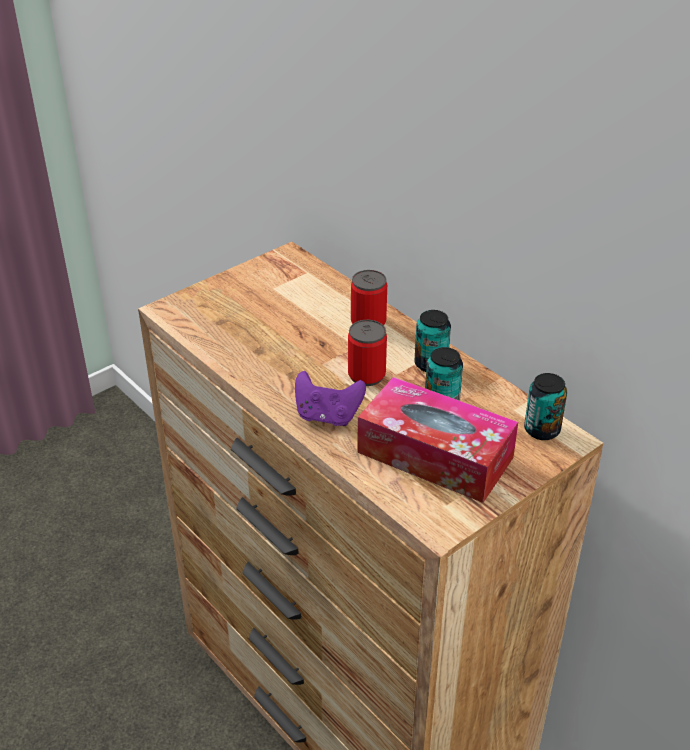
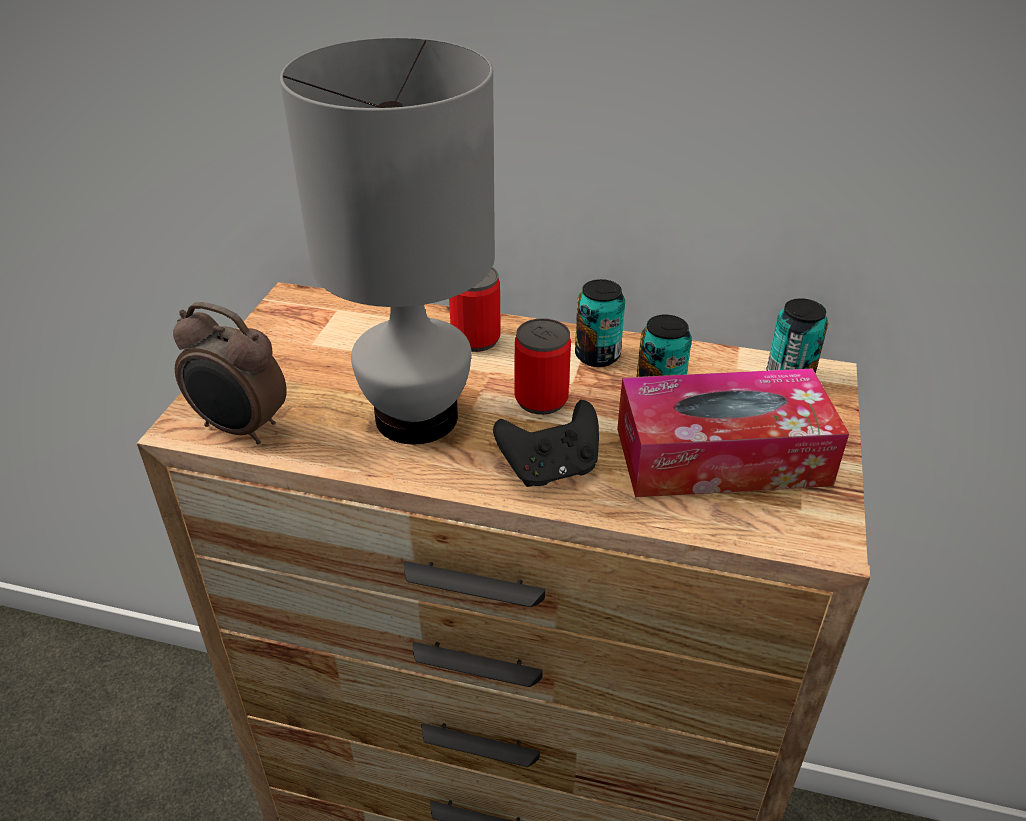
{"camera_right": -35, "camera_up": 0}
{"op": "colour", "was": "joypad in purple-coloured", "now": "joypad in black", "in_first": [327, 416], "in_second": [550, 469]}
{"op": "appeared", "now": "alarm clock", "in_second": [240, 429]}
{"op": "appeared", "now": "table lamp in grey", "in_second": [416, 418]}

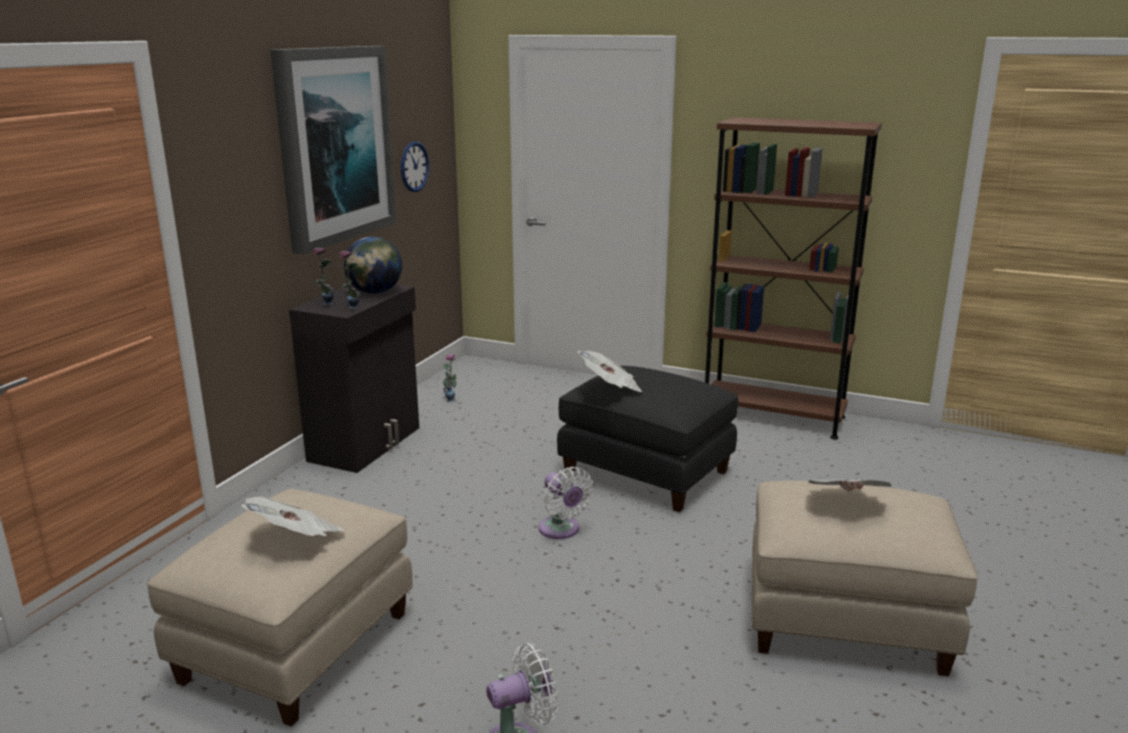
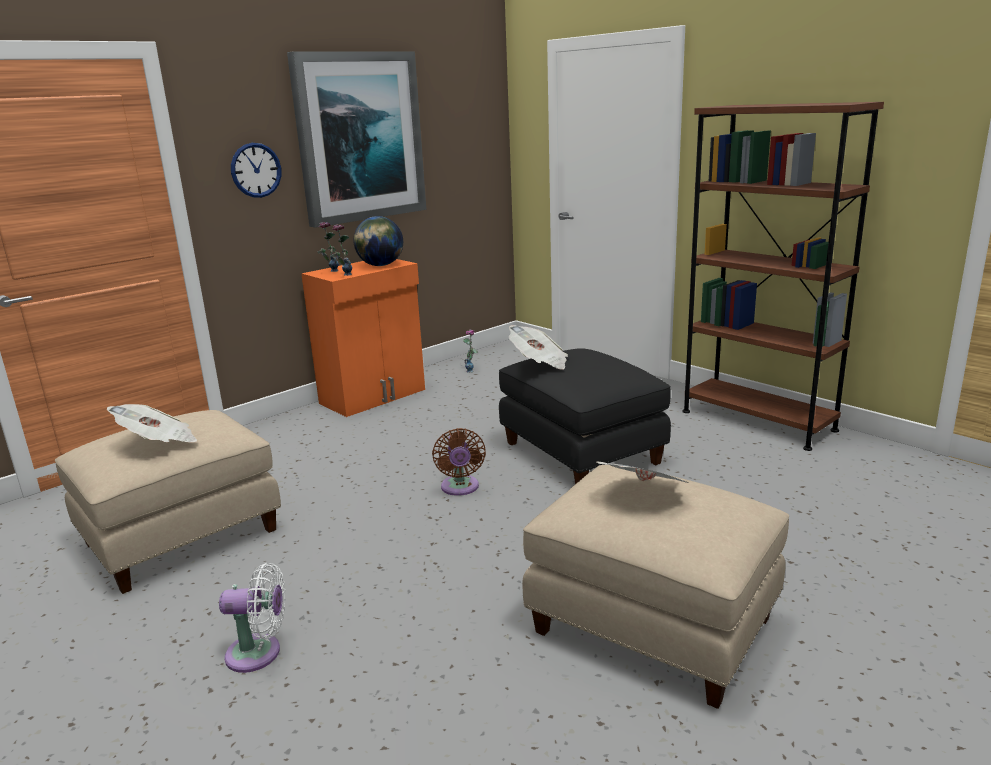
{"camera_right": 25, "camera_up": 0}
{"op": "colour", "was": "cupboard in black", "now": "cupboard in orange-coloured", "in_first": [367, 444], "in_second": [374, 396]}
{"op": "relocated", "was": "wall clock", "in_first": [414, 166], "in_second": [256, 170]}
{"op": "colour", "was": "electric fan in white", "now": "electric fan in brown", "in_first": [561, 530], "in_second": [460, 488]}

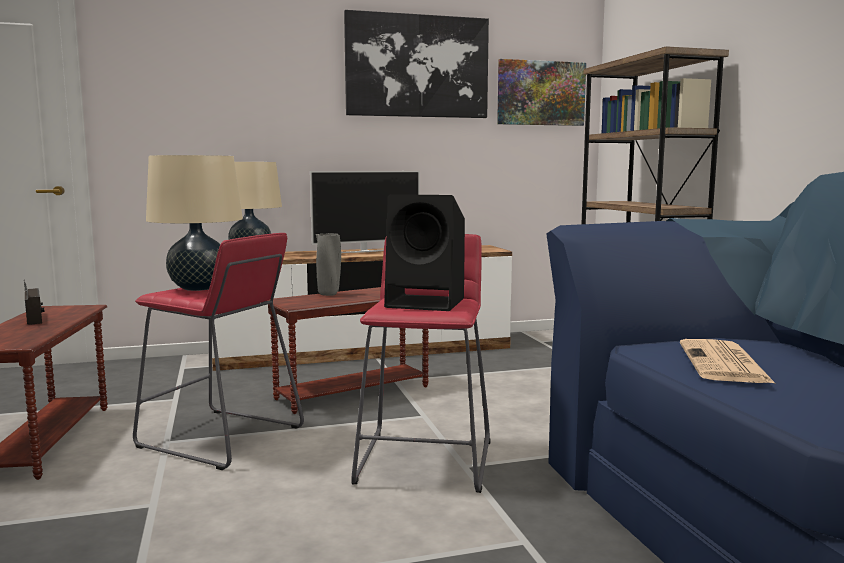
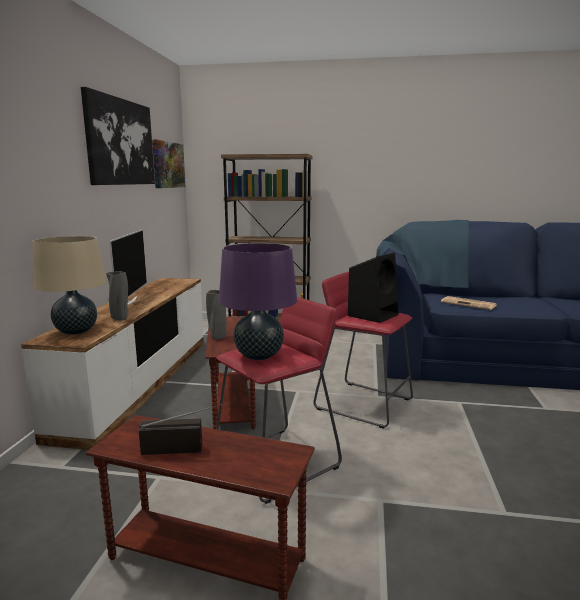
{"camera_right": -65, "camera_up": 5}
{"op": "colour", "was": "table lamp in sand-coloured", "now": "table lamp in purple-coloured", "in_first": [199, 288], "in_second": [259, 356]}
{"op": "appeared", "now": "flower vase in grey", "in_second": [120, 319]}

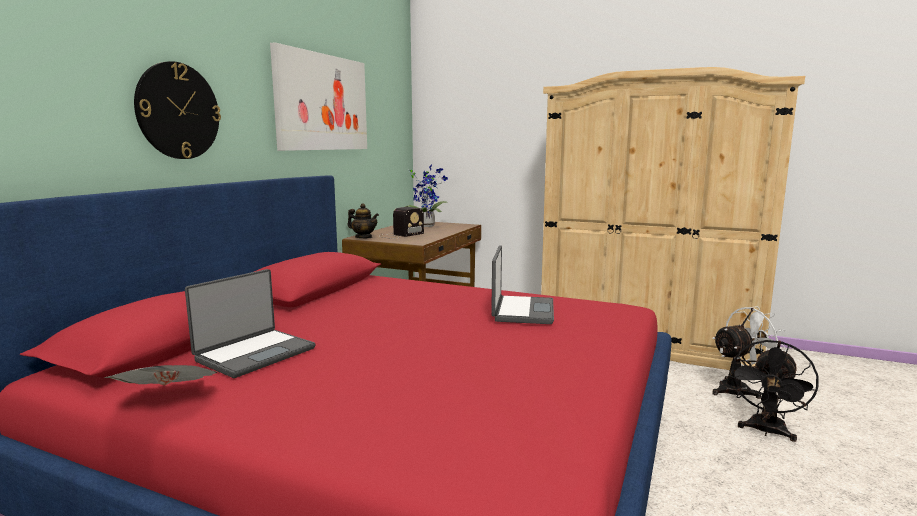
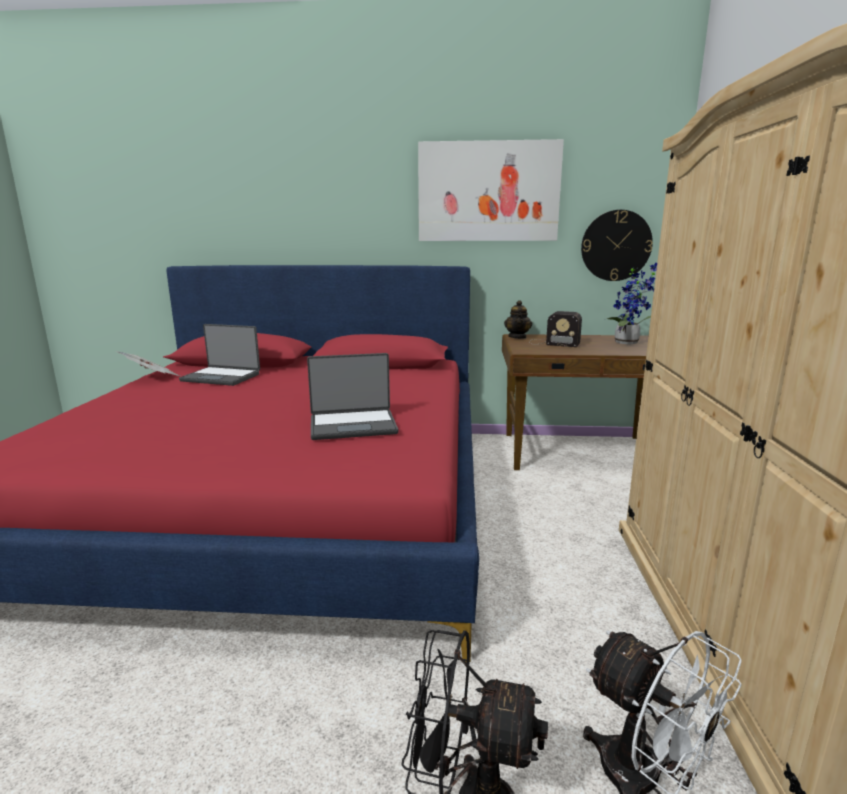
{"camera_right": 70, "camera_up": 5}
{"op": "relocated", "was": "wall clock", "in_first": [178, 111], "in_second": [616, 245]}

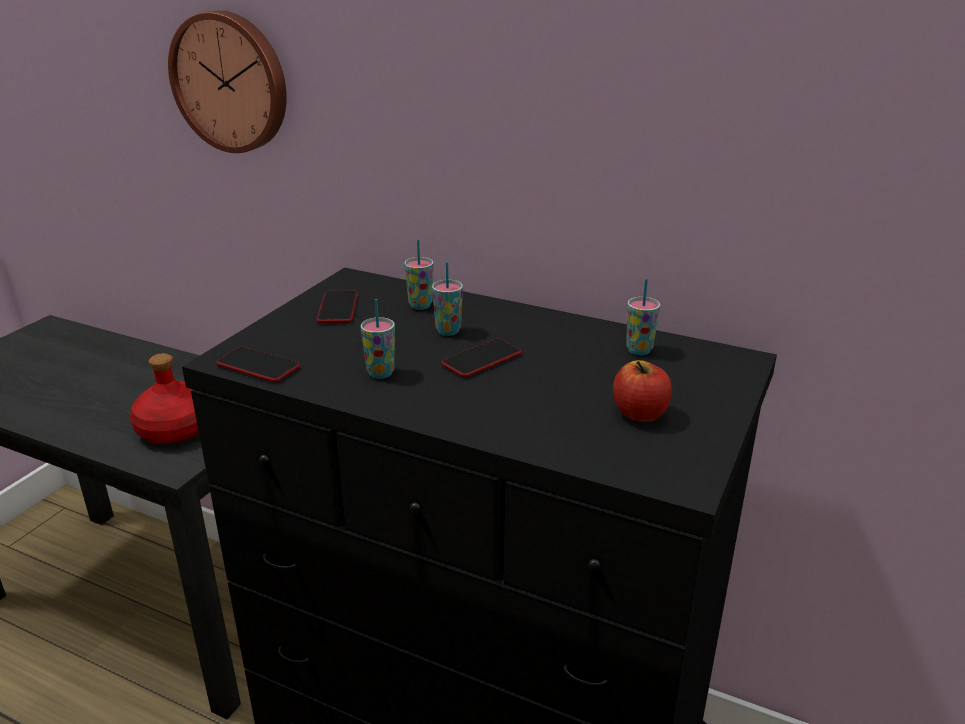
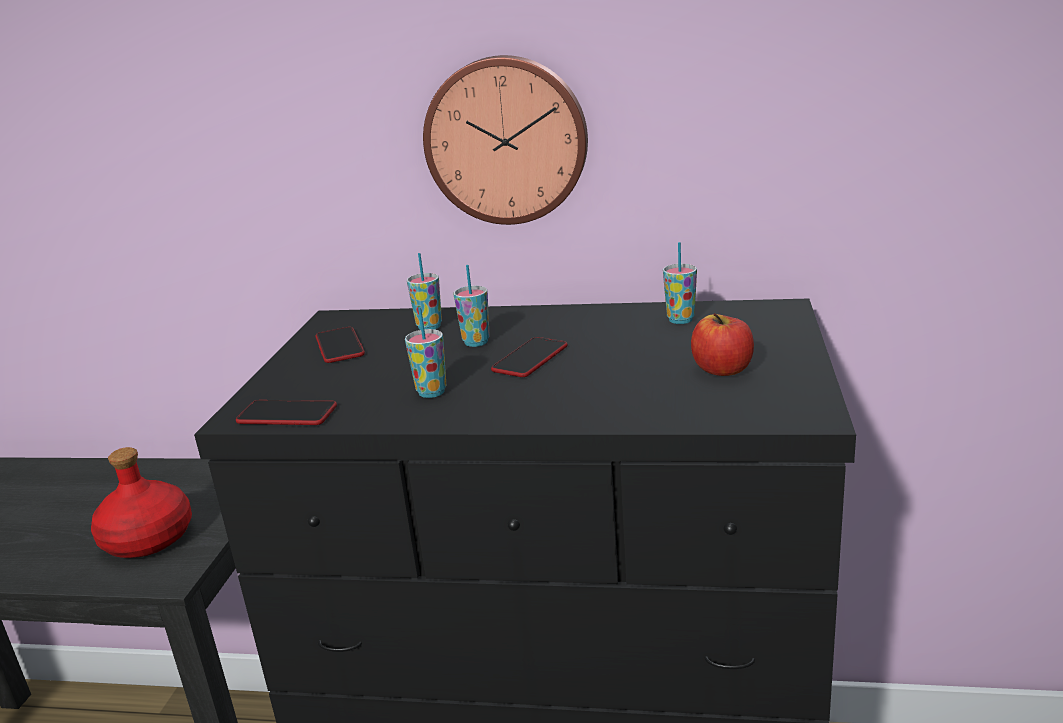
{"camera_right": -15, "camera_up": -5}
{"op": "relocated", "was": "wall clock", "in_first": [232, 82], "in_second": [507, 140]}

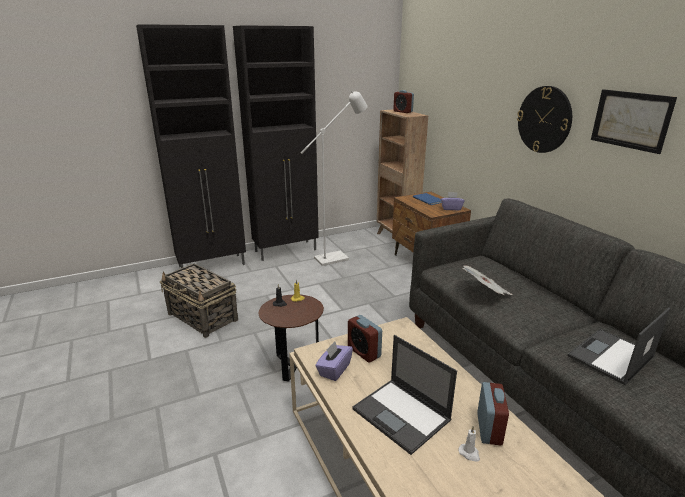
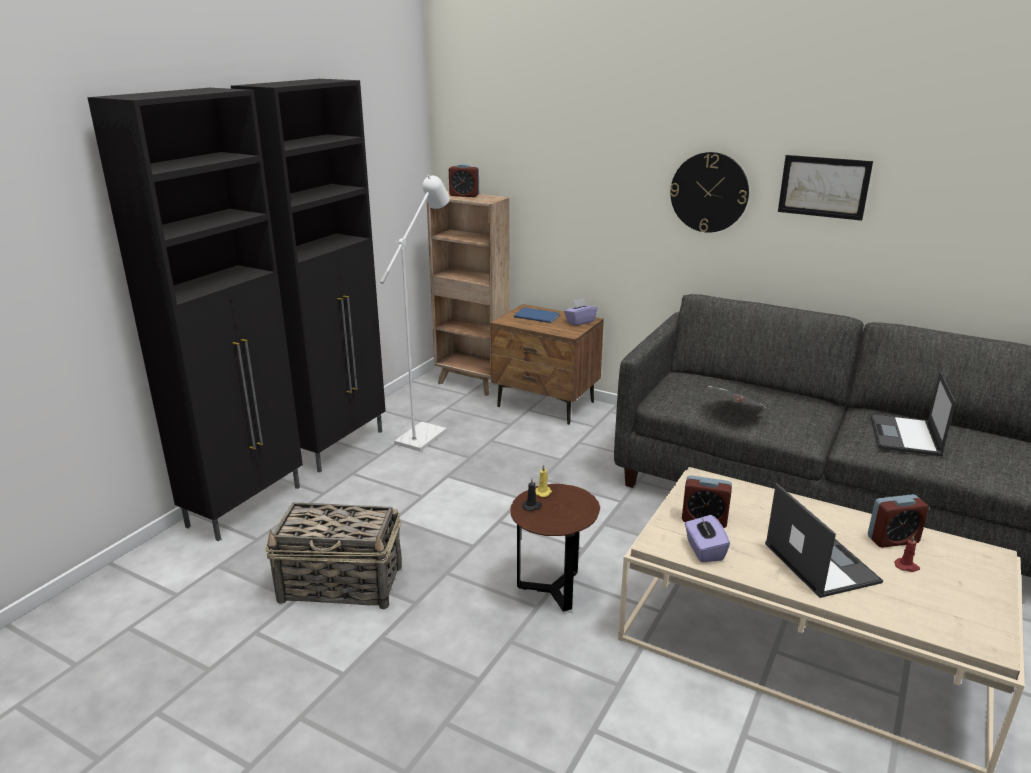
{"camera_right": -35, "camera_up": 0}
{"op": "spun", "was": "notebook computer", "in_first": [402, 415], "in_second": [819, 562], "clockwise": -120}
{"op": "colour", "was": "candle in white", "now": "candle in red-coloured", "in_first": [469, 453], "in_second": [906, 566]}
{"op": "spun", "was": "alarm clock", "in_first": [489, 429], "in_second": [893, 539], "clockwise": 105}

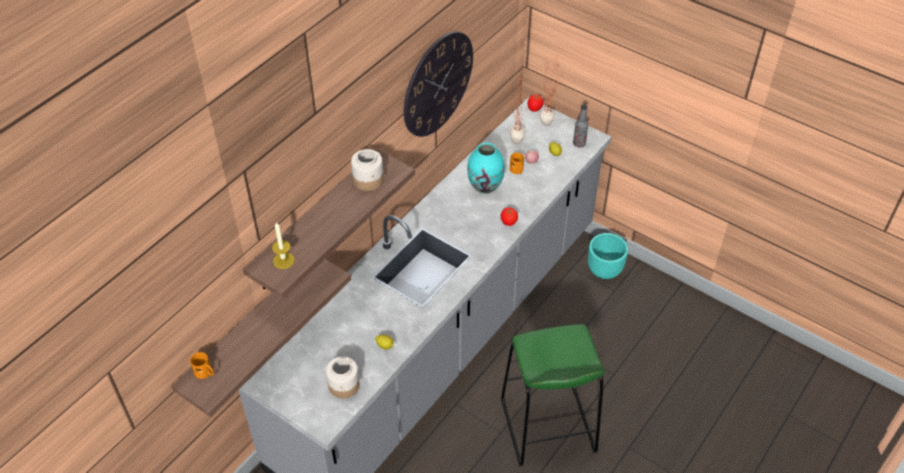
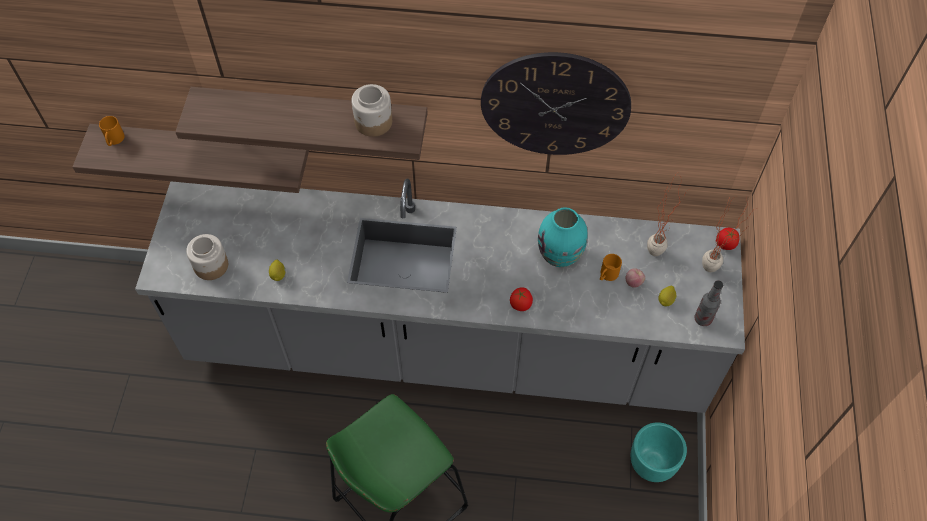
{"camera_right": 60, "camera_up": 10}
{"op": "missing", "was": "candle", "in_first": [283, 260]}

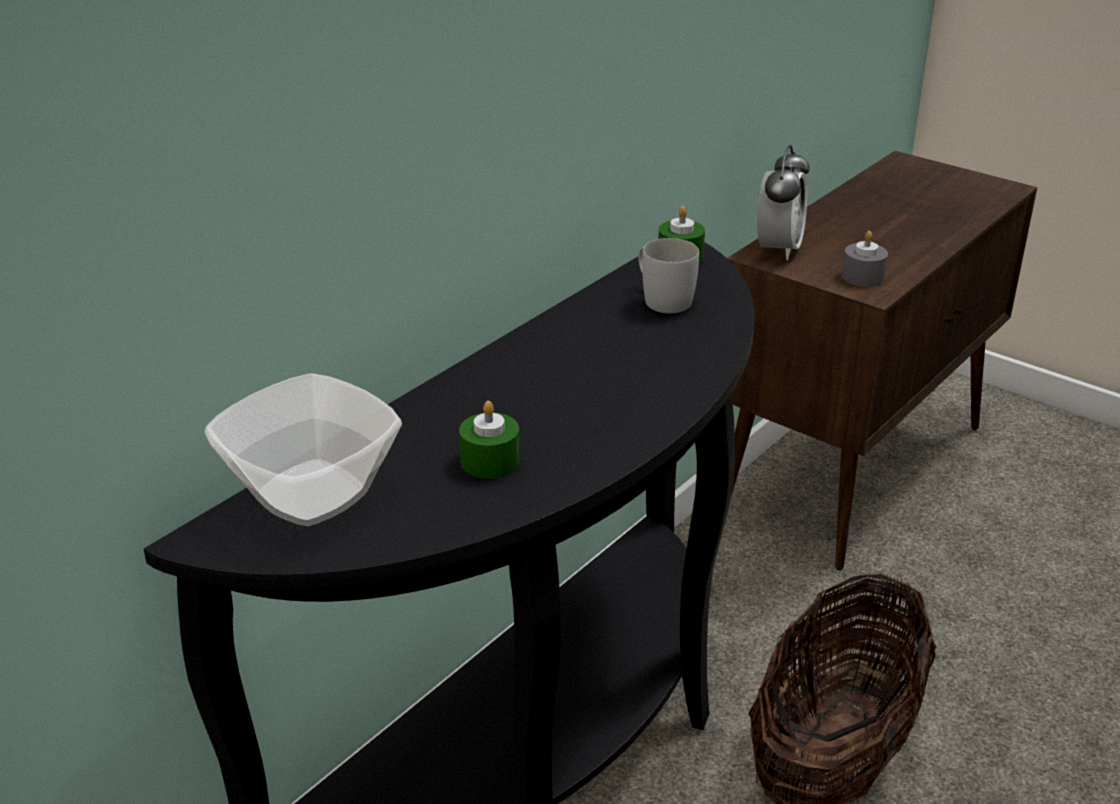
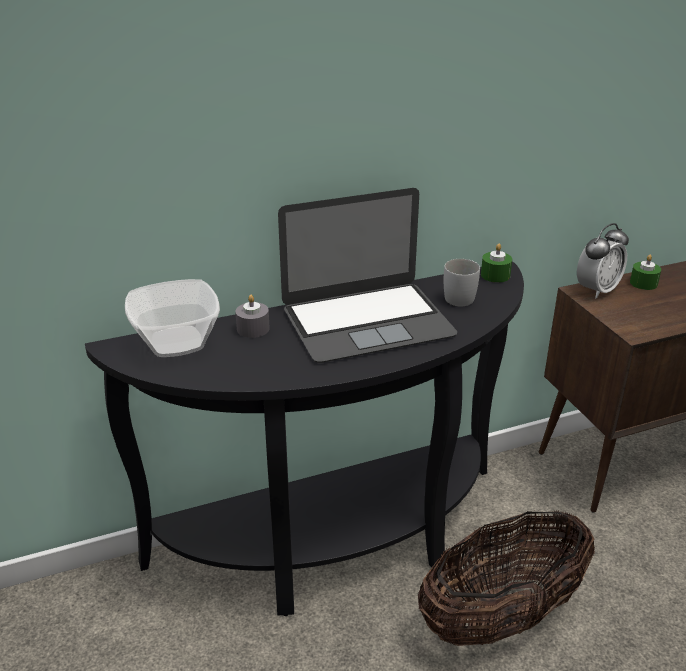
{"camera_right": 30, "camera_up": 0}
{"op": "relocated", "was": "candle in green", "in_first": [490, 461], "in_second": [643, 283]}
{"op": "relocated", "was": "candle in grey", "in_first": [863, 277], "in_second": [253, 329]}
{"op": "appeared", "now": "notebook computer", "in_second": [367, 321]}

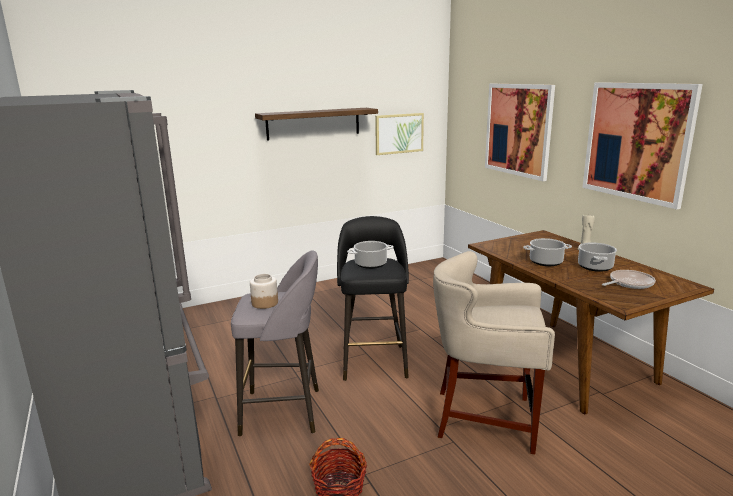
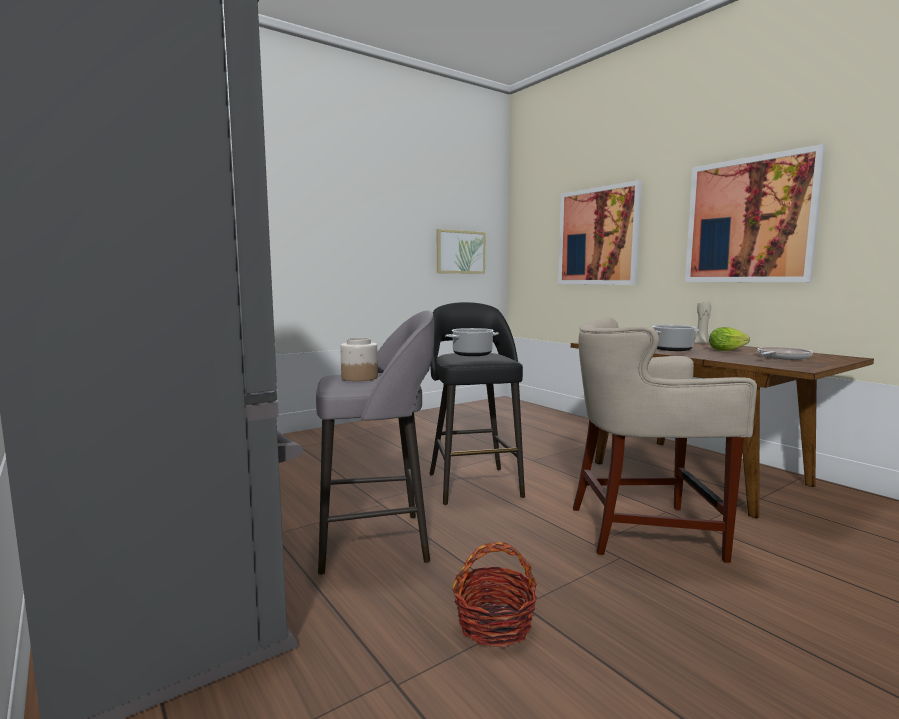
{"camera_right": -10, "camera_up": -10}
{"op": "missing", "was": "wall shelf", "in_first": [313, 123]}
{"op": "exchanged", "was": "stockpot", "now": "lettuce", "in_first": [594, 267], "in_second": [728, 350]}

